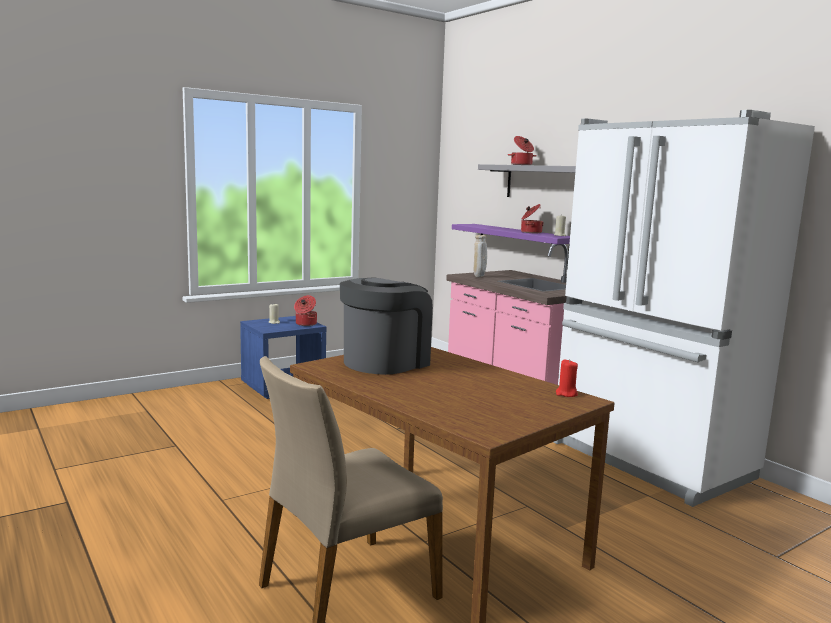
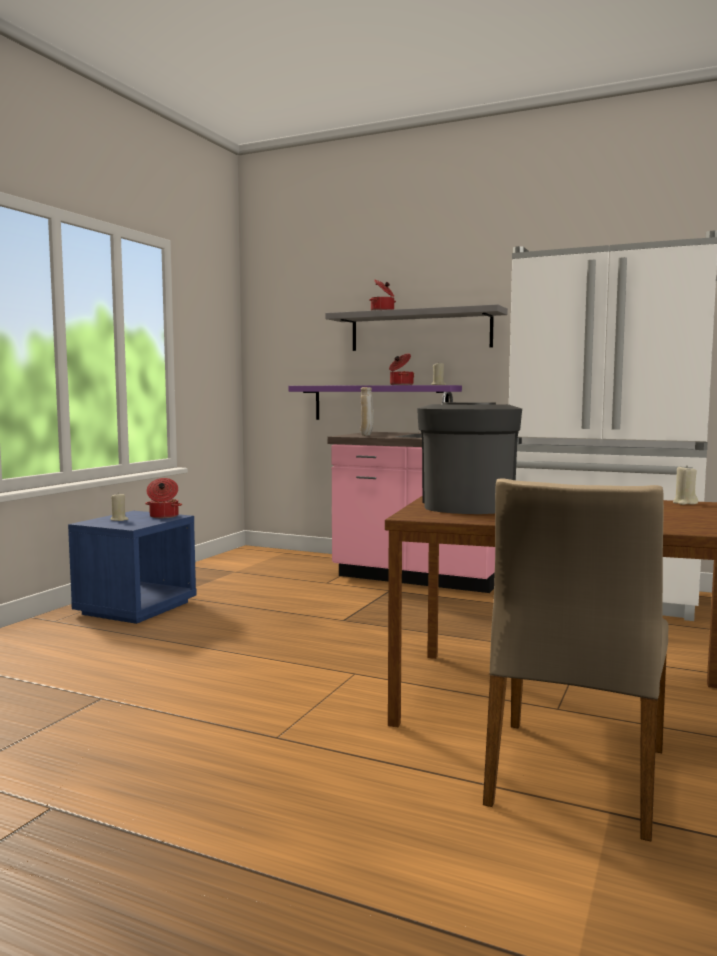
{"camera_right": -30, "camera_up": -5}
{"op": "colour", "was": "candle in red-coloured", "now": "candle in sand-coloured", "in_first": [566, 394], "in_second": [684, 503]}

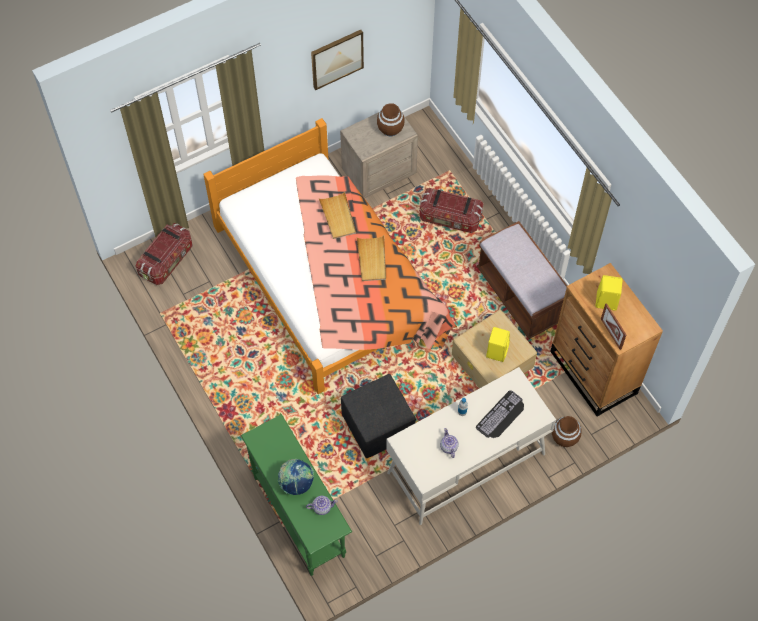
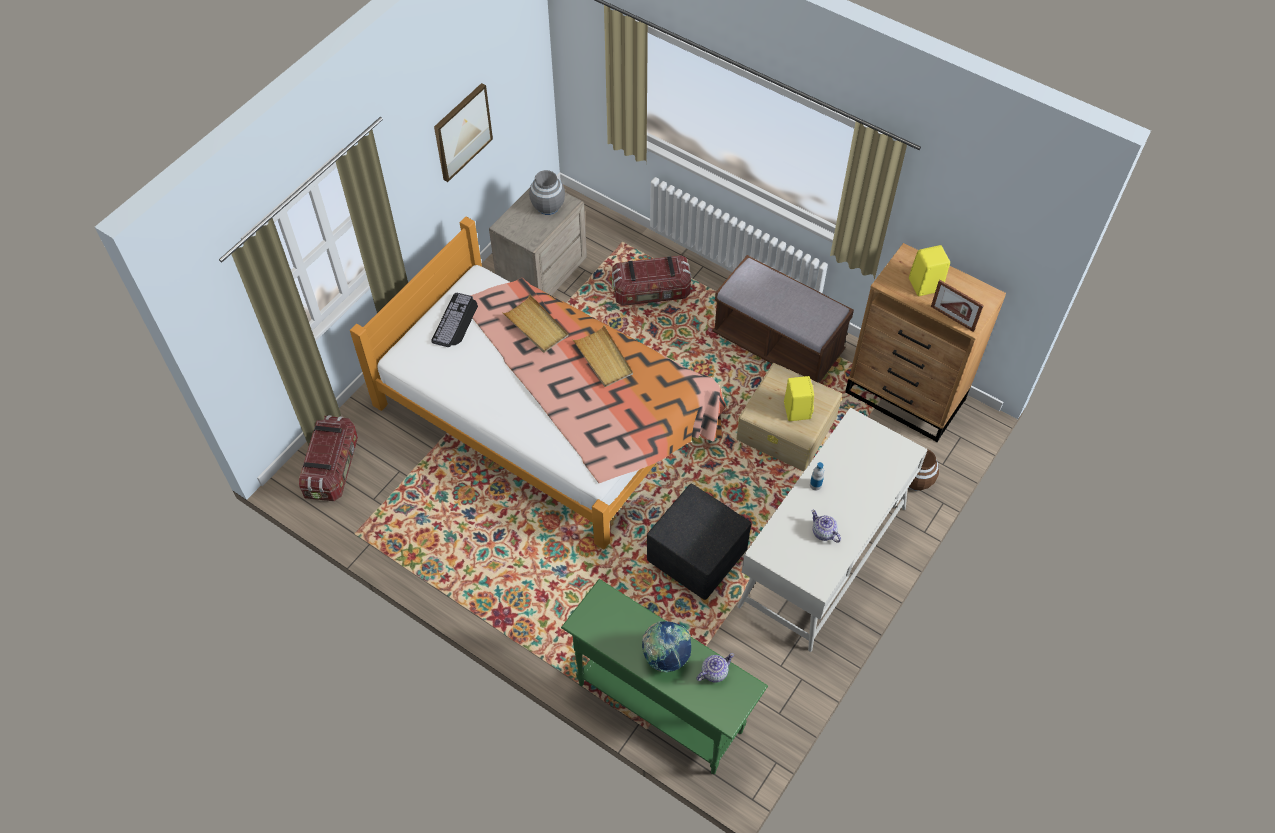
{"camera_right": -25, "camera_up": -5}
{"op": "colour", "was": "flower vase in brown", "now": "flower vase in grey", "in_first": [390, 129], "in_second": [548, 206]}
{"op": "relocated", "was": "keyboard", "in_first": [501, 416], "in_second": [456, 321]}

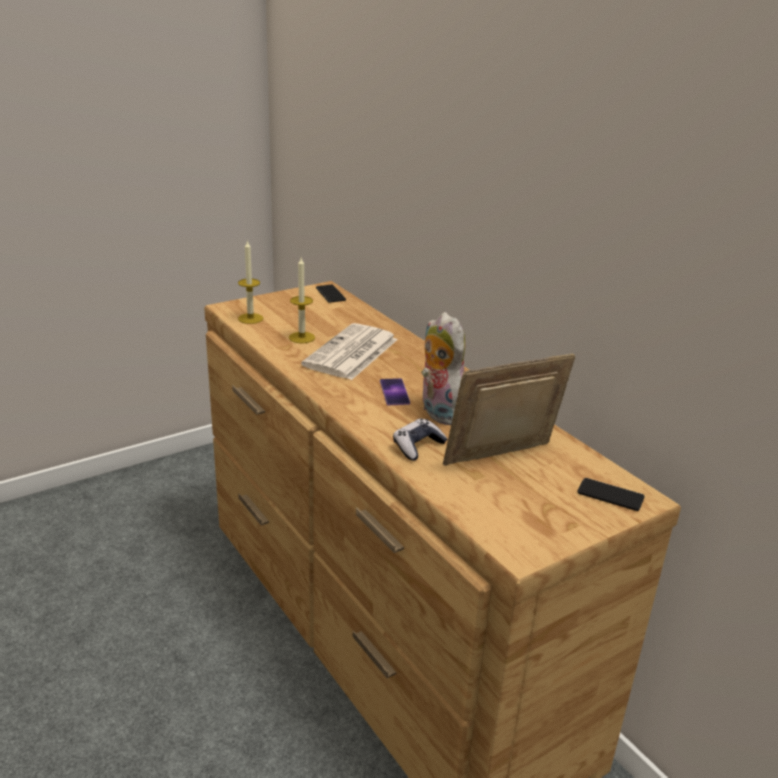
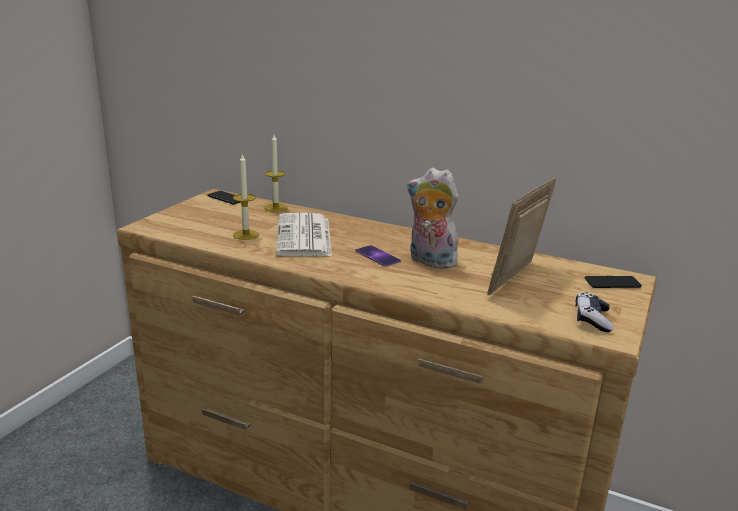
{"camera_right": -30, "camera_up": -5}
{"op": "relocated", "was": "candle", "in_first": [250, 318], "in_second": [276, 207]}
{"op": "relocated", "was": "joypad", "in_first": [418, 446], "in_second": [592, 319]}

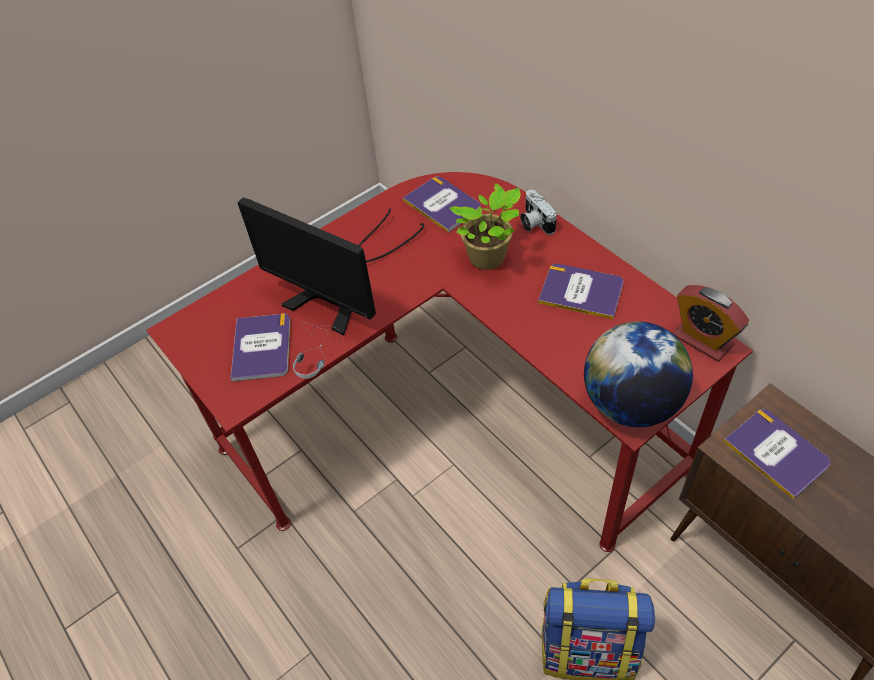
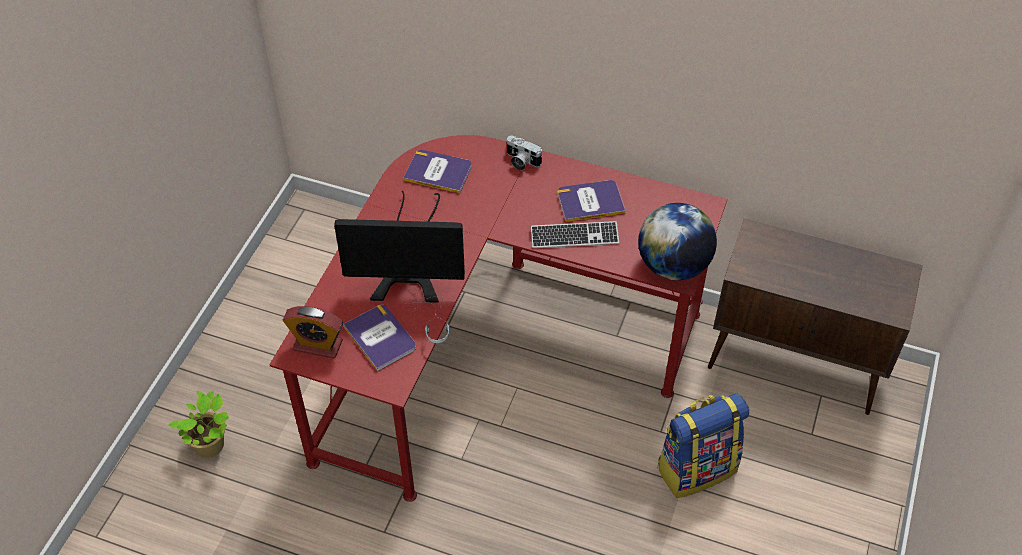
{"camera_right": -35, "camera_up": 0}
{"op": "relocated", "was": "houseplant", "in_first": [489, 259], "in_second": [211, 445]}
{"op": "relocated", "was": "alarm clock", "in_first": [702, 340], "in_second": [318, 345]}
{"op": "missing", "was": "volume", "in_first": [777, 452]}
{"op": "appeared", "now": "keyboard", "in_second": [574, 236]}

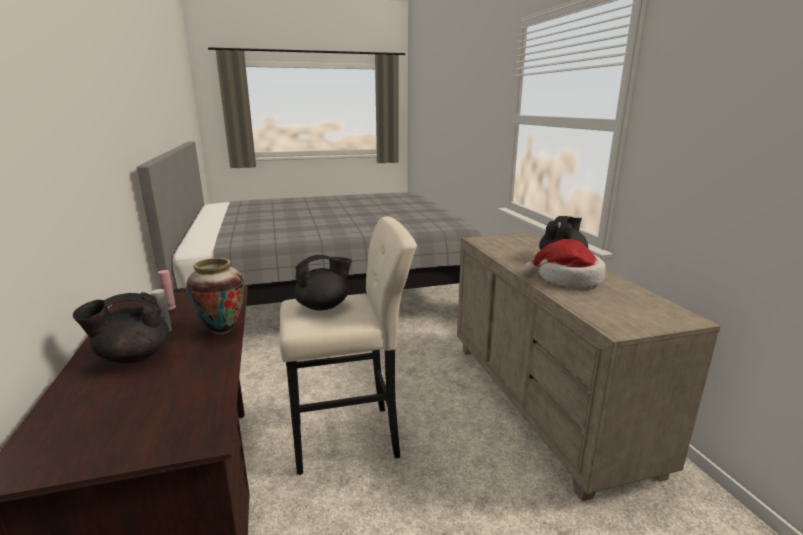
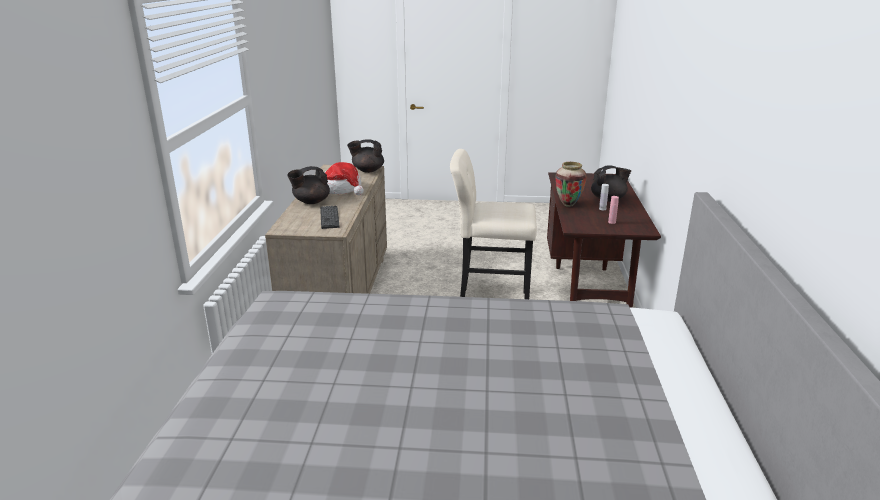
{"camera_right": -160, "camera_up": 5}
{"op": "relocated", "was": "teapot in black", "in_first": [323, 306], "in_second": [367, 170]}
{"op": "appeared", "now": "keyboard", "in_second": [329, 217]}

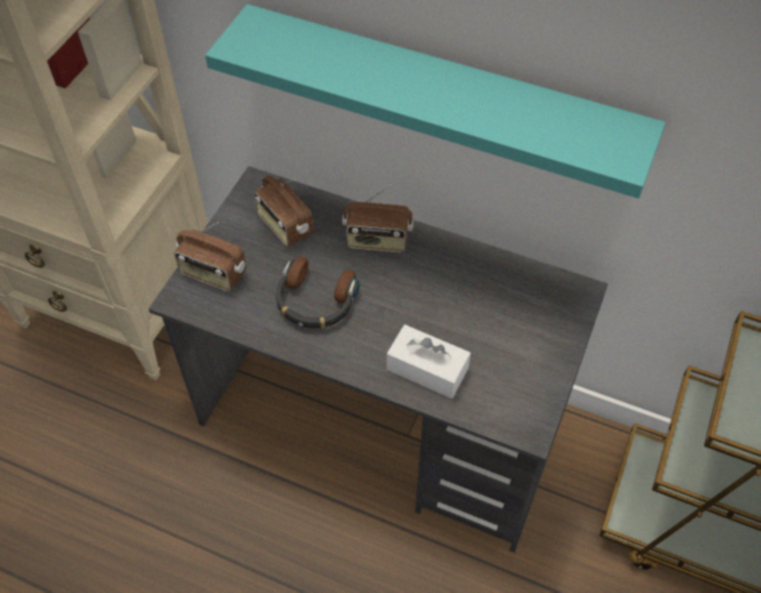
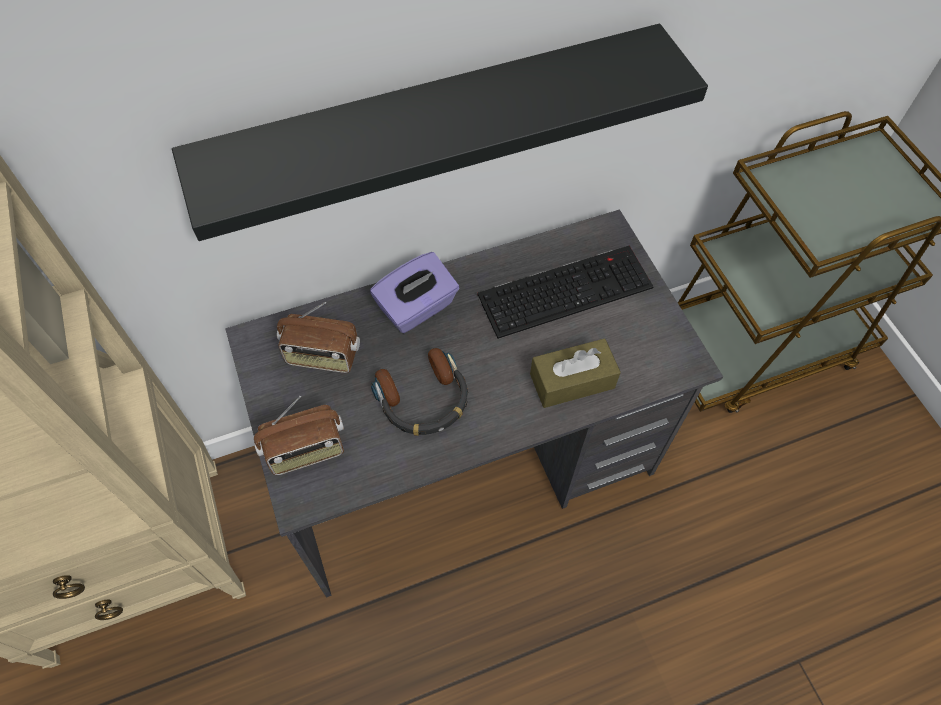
{"camera_right": -45, "camera_up": 5}
{"op": "colour", "was": "wall shelf in turquoise", "now": "wall shelf in black", "in_first": [442, 97], "in_second": [432, 125]}
{"op": "exchanged", "was": "radio receiver", "now": "tissue holder in purple-coloured", "in_first": [377, 241], "in_second": [417, 308]}
{"op": "colour", "was": "tissue holder in white", "now": "tissue holder in brown", "in_first": [427, 369], "in_second": [572, 381]}
{"op": "appeared", "now": "keyboard", "in_second": [566, 289]}

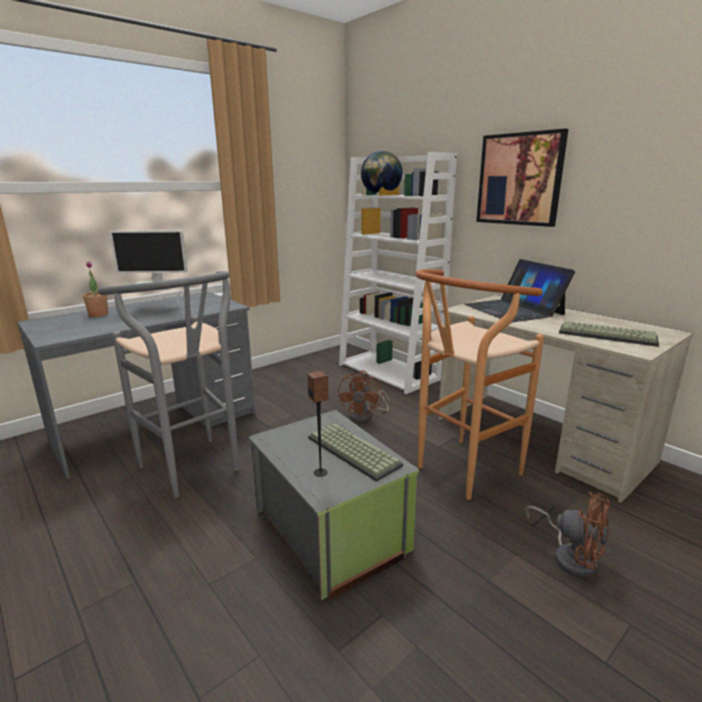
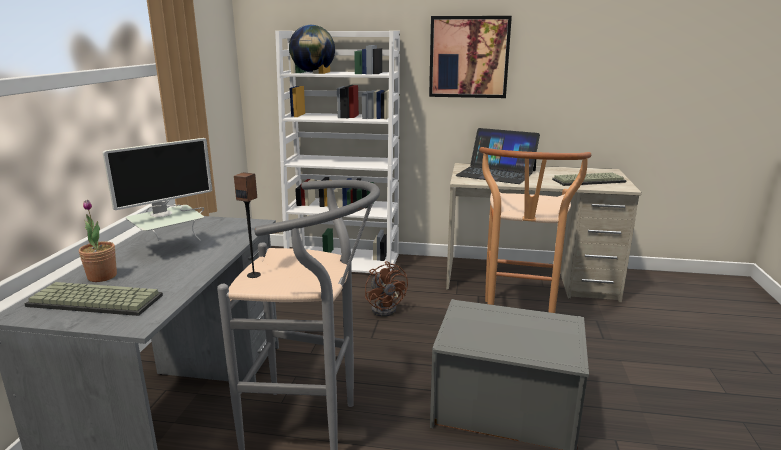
{"camera_right": -40, "camera_up": 0}
{"op": "relocated", "was": "loudspeaker", "in_first": [321, 472], "in_second": [254, 275]}
{"op": "relocated", "was": "keyboard", "in_first": [351, 452], "in_second": [92, 302]}
{"op": "missing", "was": "electric fan in brown", "in_first": [570, 556]}

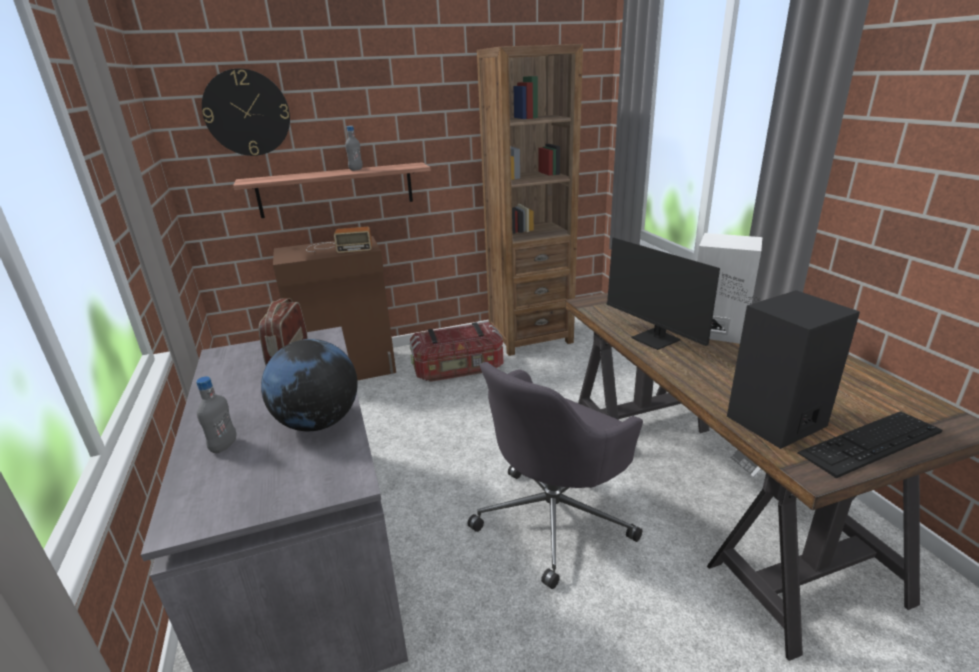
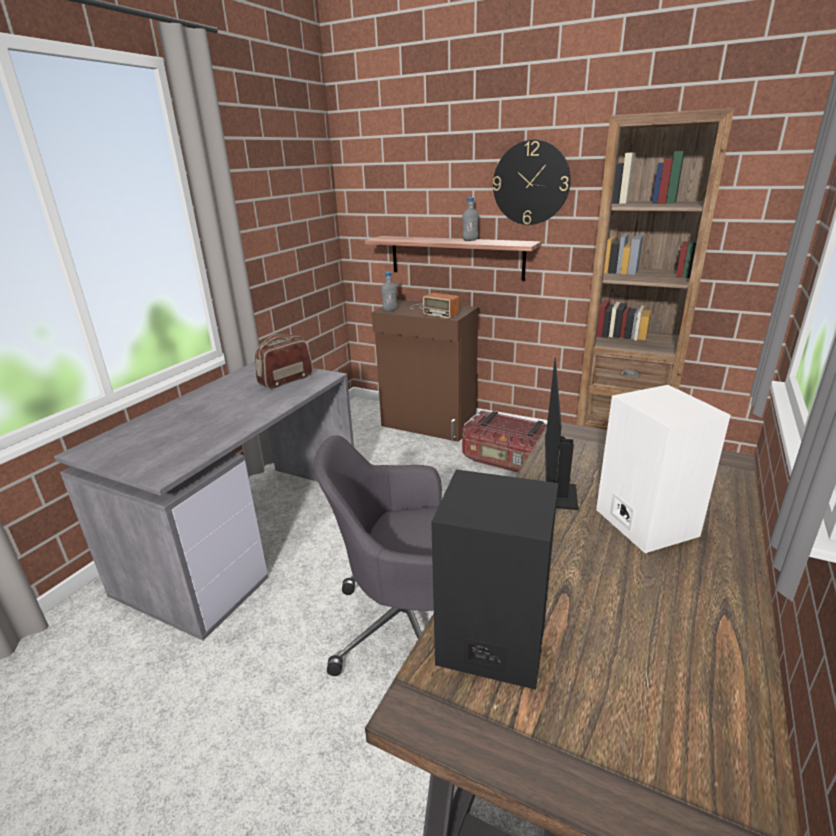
{"camera_right": 45, "camera_up": 0}
{"op": "relocated", "was": "bottle in grey", "in_first": [224, 446], "in_second": [390, 310]}
{"op": "relocated", "was": "wall clock", "in_first": [247, 113], "in_second": [531, 183]}
{"op": "missing", "was": "globe", "in_first": [318, 422]}
{"op": "missing", "was": "keyboard", "in_first": [870, 442]}

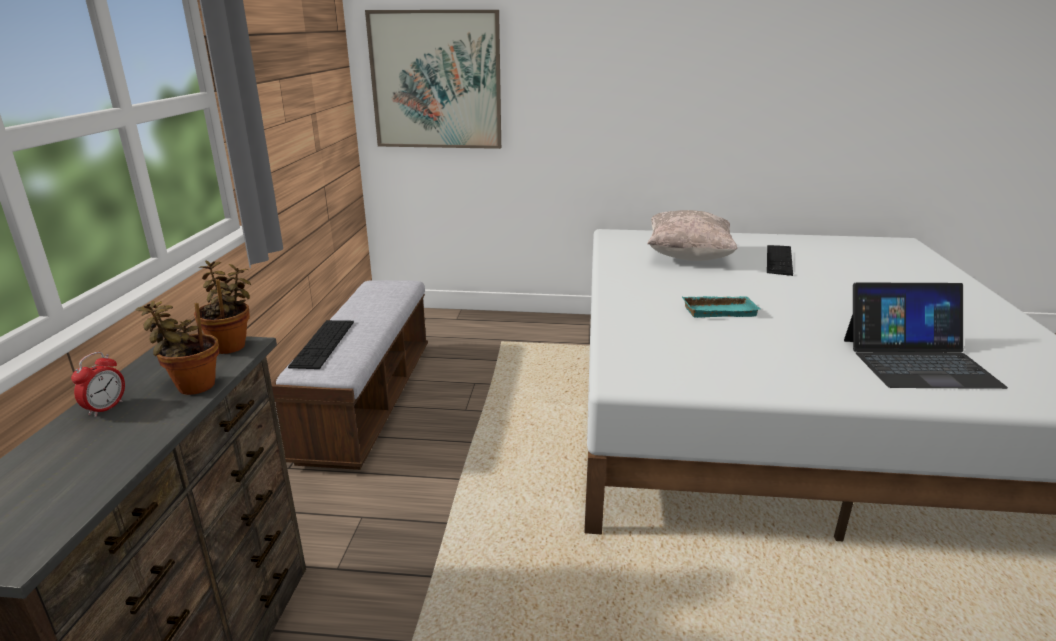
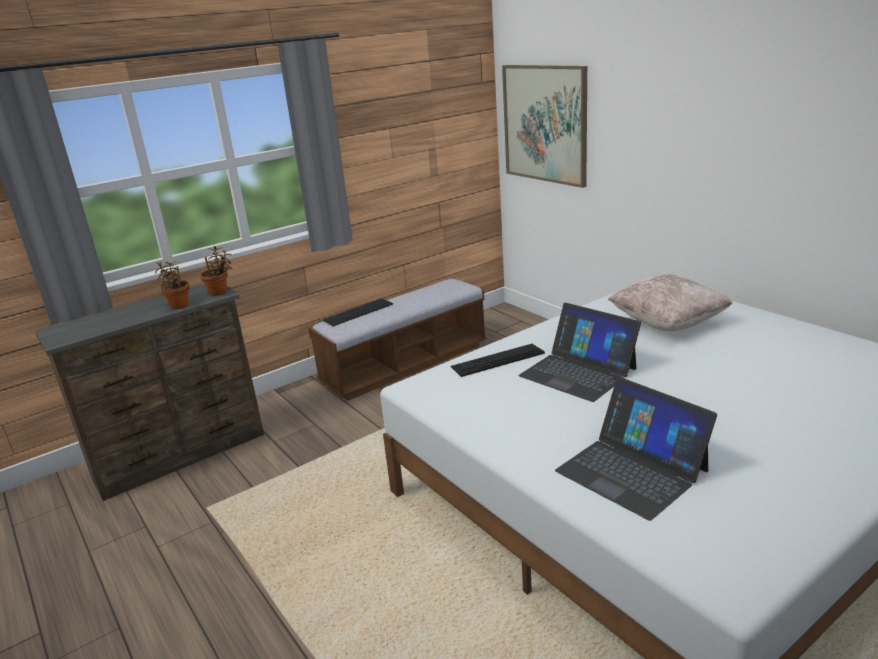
{"camera_right": 50, "camera_up": 0}
{"op": "missing", "was": "alarm clock", "in_first": [106, 408]}
{"op": "exchanged", "was": "carrying tray in turquoise", "now": "notebook computer", "in_first": [719, 310], "in_second": [578, 372]}
{"op": "relocated", "was": "keyboard", "in_first": [779, 259], "in_second": [498, 360]}

